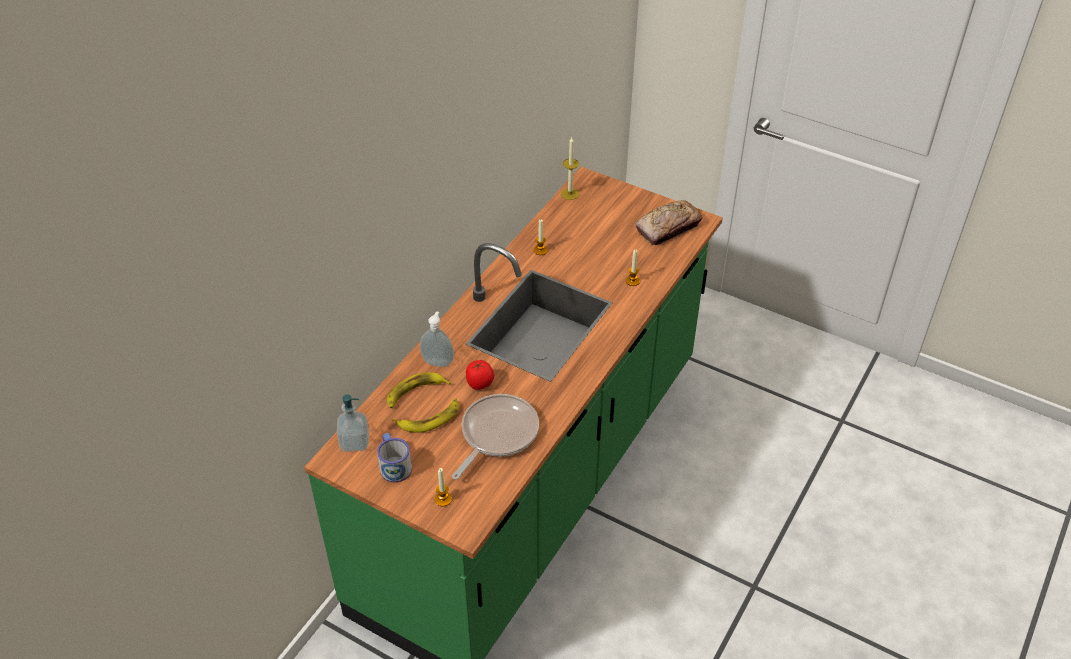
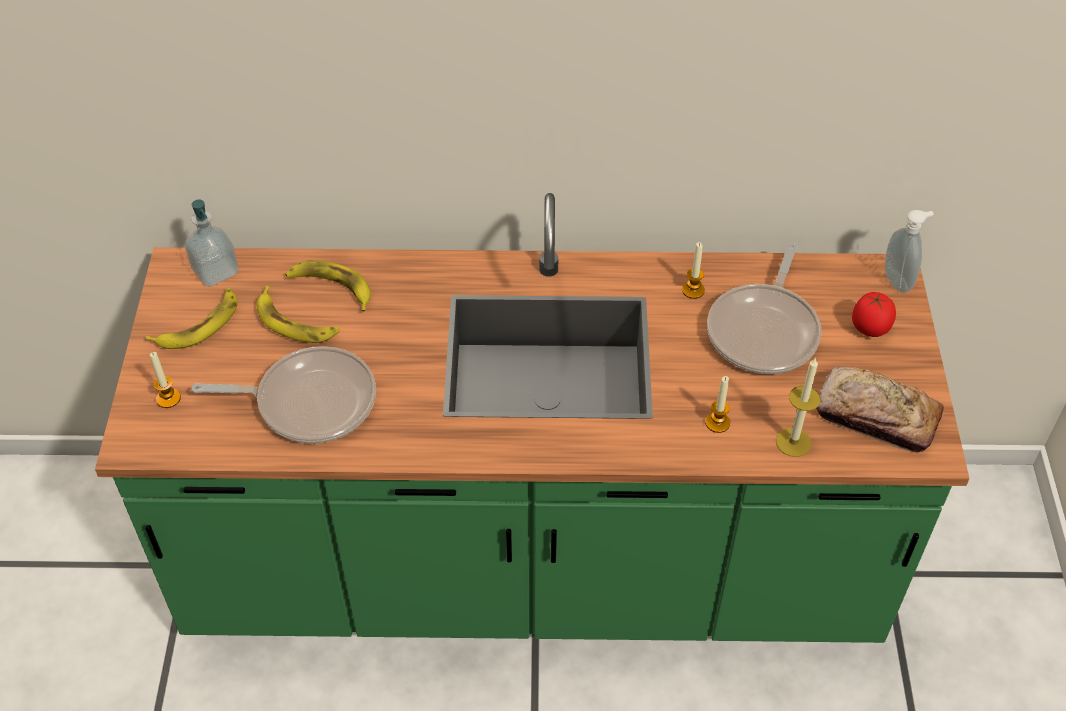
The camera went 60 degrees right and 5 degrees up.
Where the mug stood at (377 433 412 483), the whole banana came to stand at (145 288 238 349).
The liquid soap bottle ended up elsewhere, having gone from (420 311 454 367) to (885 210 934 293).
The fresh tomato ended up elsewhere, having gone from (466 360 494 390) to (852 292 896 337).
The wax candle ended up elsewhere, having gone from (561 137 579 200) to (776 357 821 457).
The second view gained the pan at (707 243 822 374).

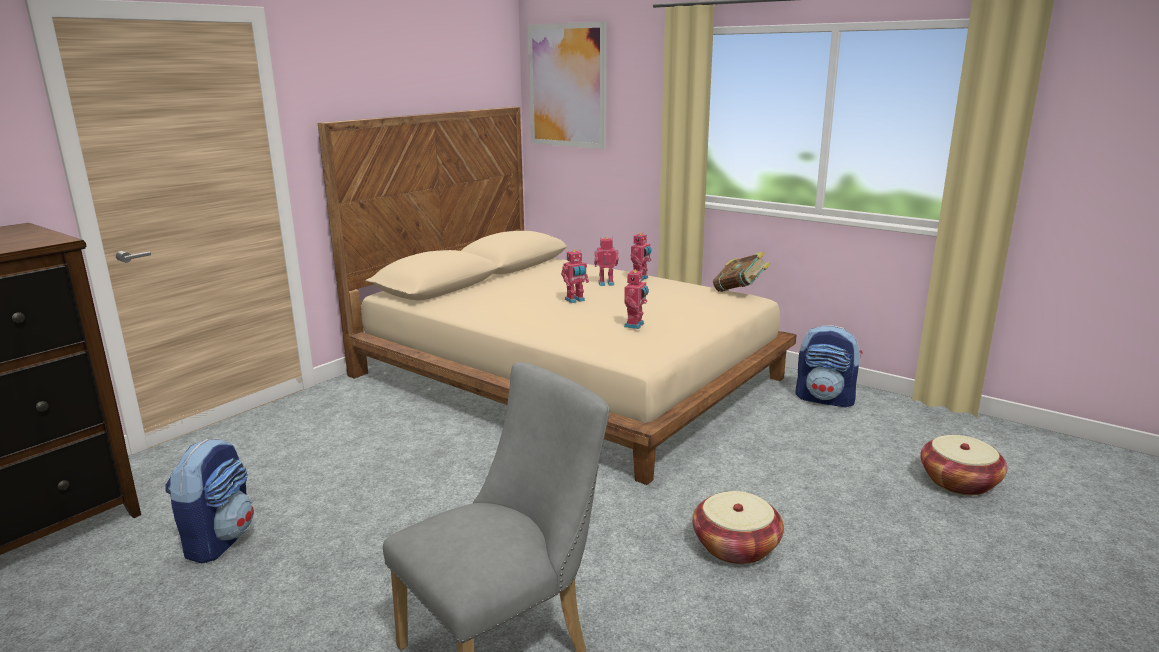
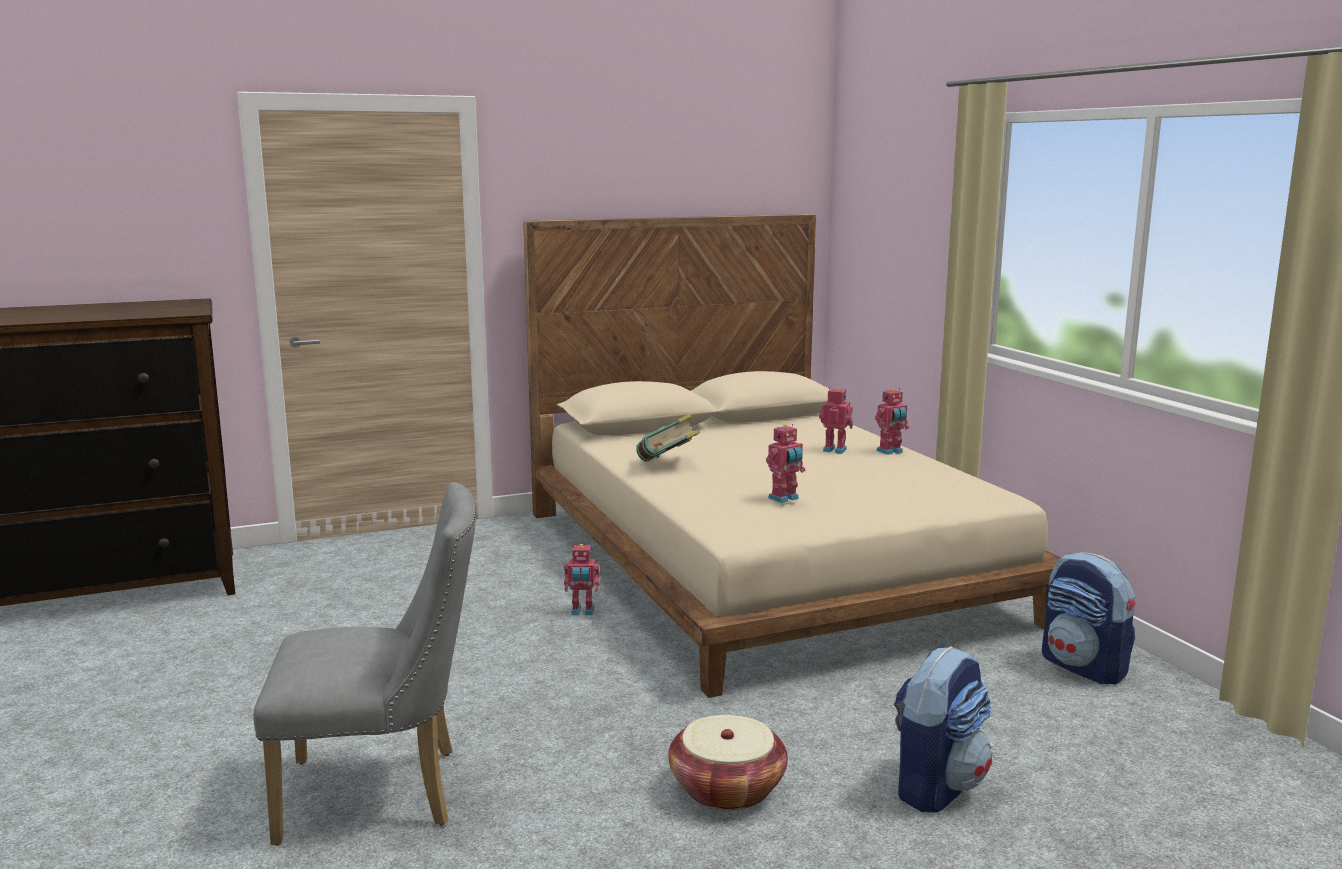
The camera went 30 degrees right and 5 degrees down.
The knapsack ended up elsewhere, having gone from (165 439 254 564) to (893 646 992 812).
The second view lost the wall art at (528 22 607 149).
The toy robot ended up elsewhere, having gone from (561 250 589 303) to (564 544 600 615).
The book ended up elsewhere, having gone from (713 252 770 292) to (636 414 700 461).
The second view lost the basket at (920 435 1007 495).

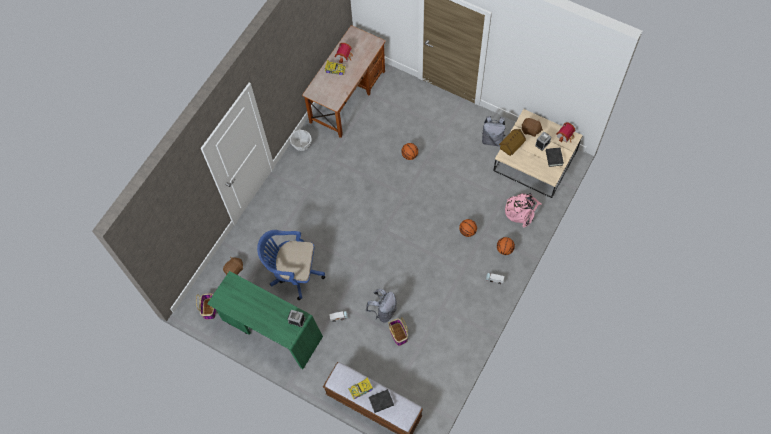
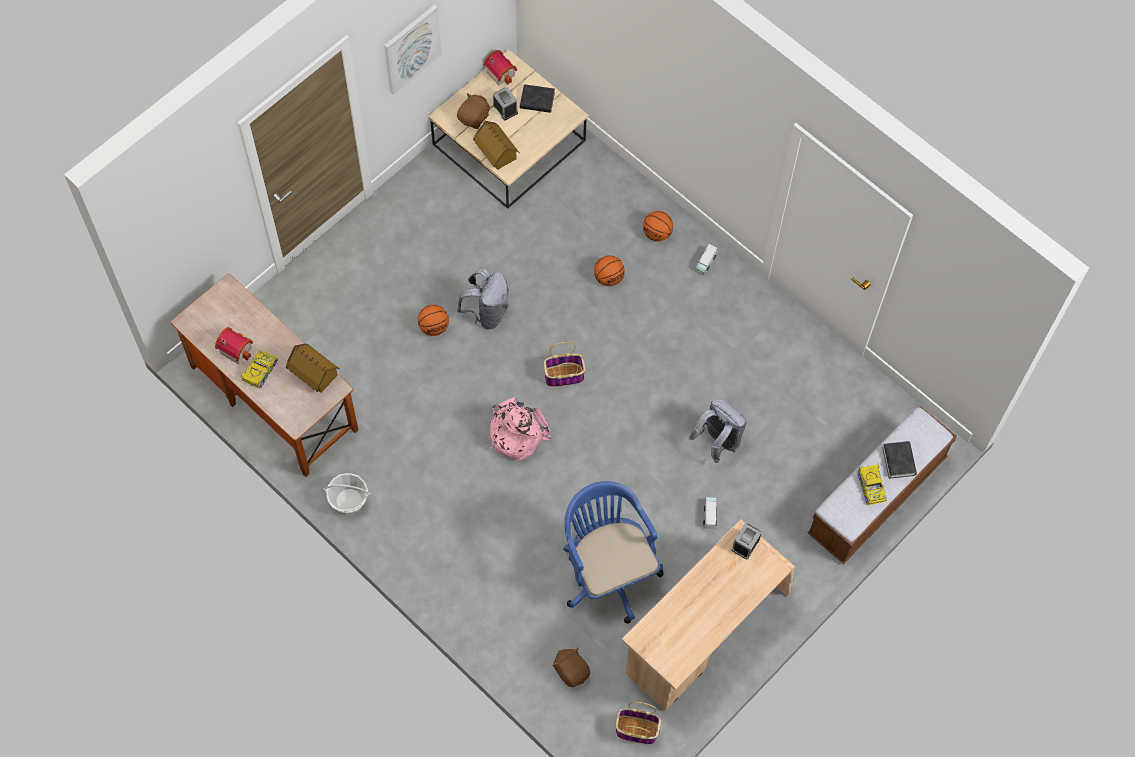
The camera went 80 degrees left and 0 degrees up.
What was the greenish desk unit at (207 271 323 369) turned into the beige desk unit at (622 519 795 711).
The bluish computer chair at (257 230 325 300) ended up facing another way, 135 degrees clockwise from before.
The basket ended up elsewhere, having gone from (388 317 408 346) to (544 342 586 387).
The greyish knapsack ended up elsewhere, having gone from (482 116 506 146) to (457 269 509 330).
The pink-coloured knapsack ended up elsewhere, having gone from (505 193 542 227) to (490 397 551 460).
The second view gained the model house at (286 343 340 393).
The second view gained the wall art at (384 4 442 95).

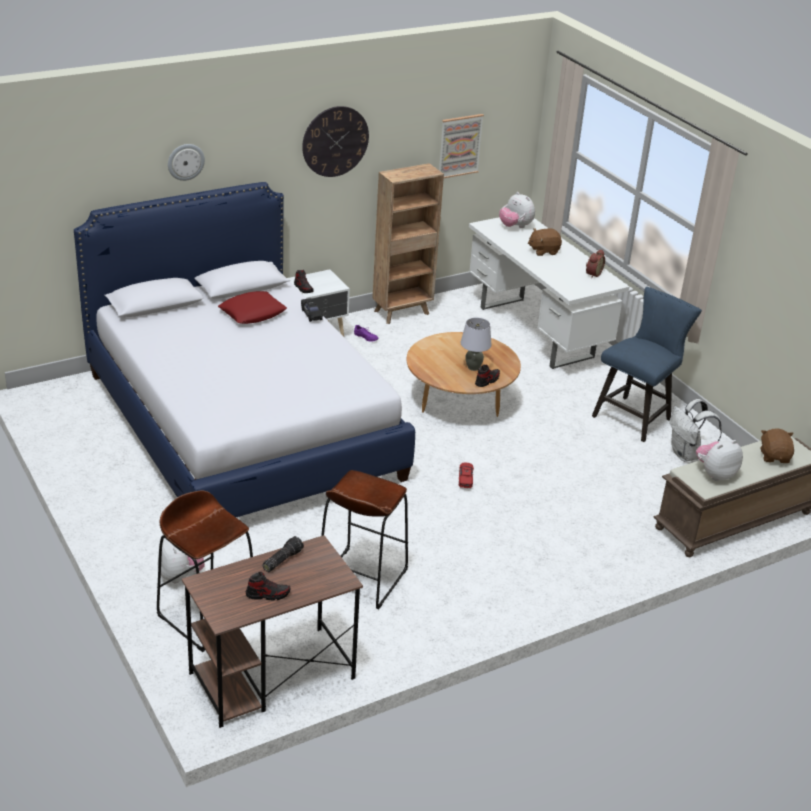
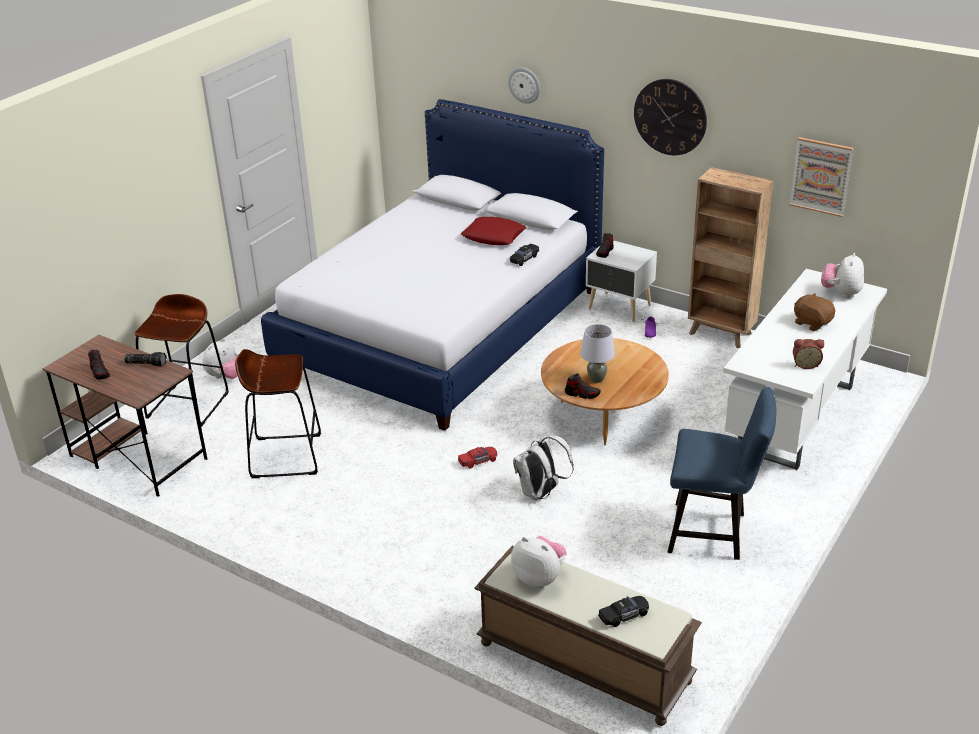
The camera went 65 degrees right and 0 degrees up.
The whitish knapsack ended up elsewhere, having gone from (670 399 722 462) to (513 434 574 501).
Where the brown soft toy stood at (760 429 794 463), the black miniature car came to stand at (598 596 649 627).

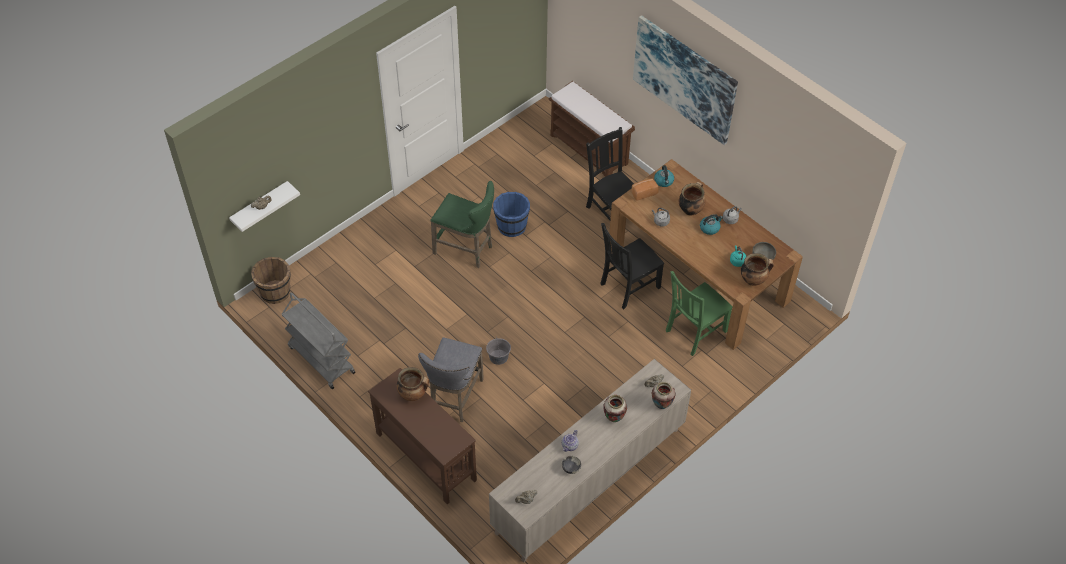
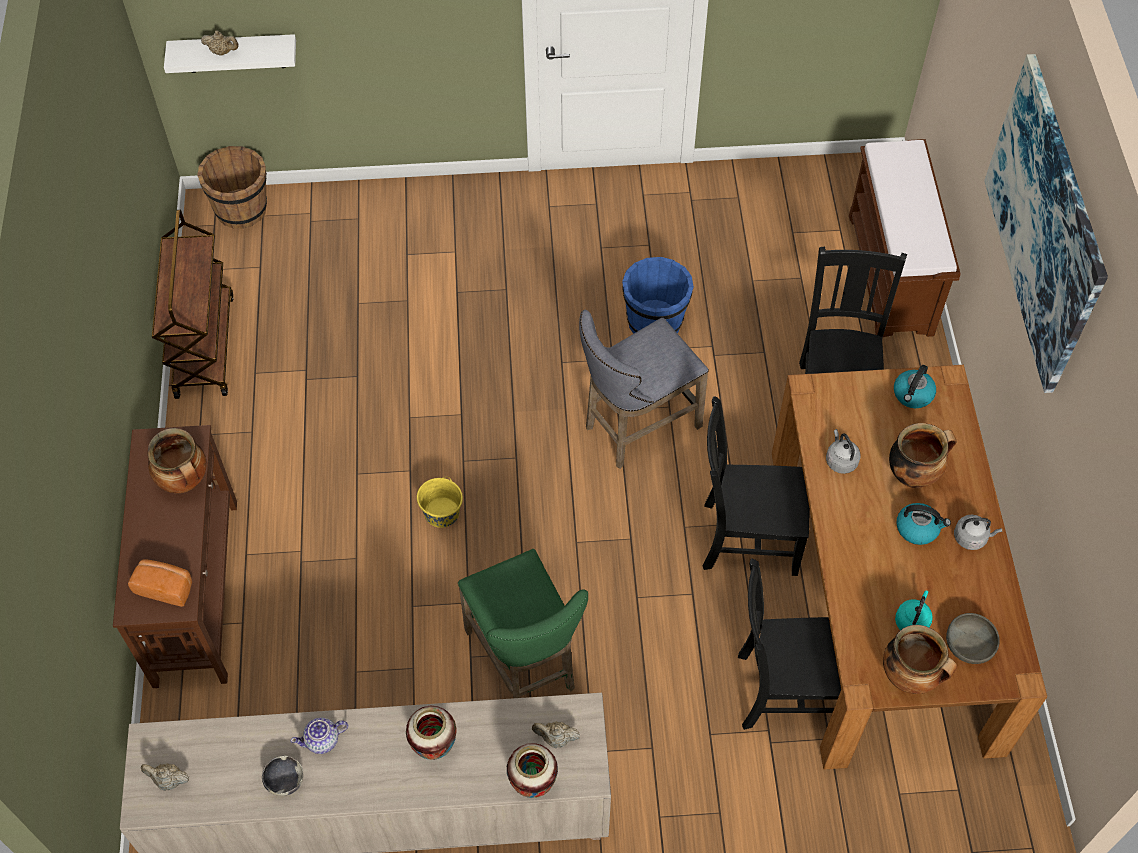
The camera went 40 degrees right and 5 degrees up.
What was the greyish trolley at (282 292 355 389) turned into the brown trolley at (152 210 234 399).
The greyish stool seat ended up elsewhere, having gone from (418 337 484 422) to (579 310 709 469).
The greenish stool seat ended up elsewhere, having gone from (430 181 494 268) to (458 549 588 698).
What was the greyish water bucket at (486 337 511 365) turned into the yellow water bucket at (417 477 463 528).
The bakery bread ended up elsewhere, having gone from (632 178 659 201) to (128 559 192 607).
What was the greenish plain chair at (665 271 733 356) turned into the black plain chair at (738 558 841 730).

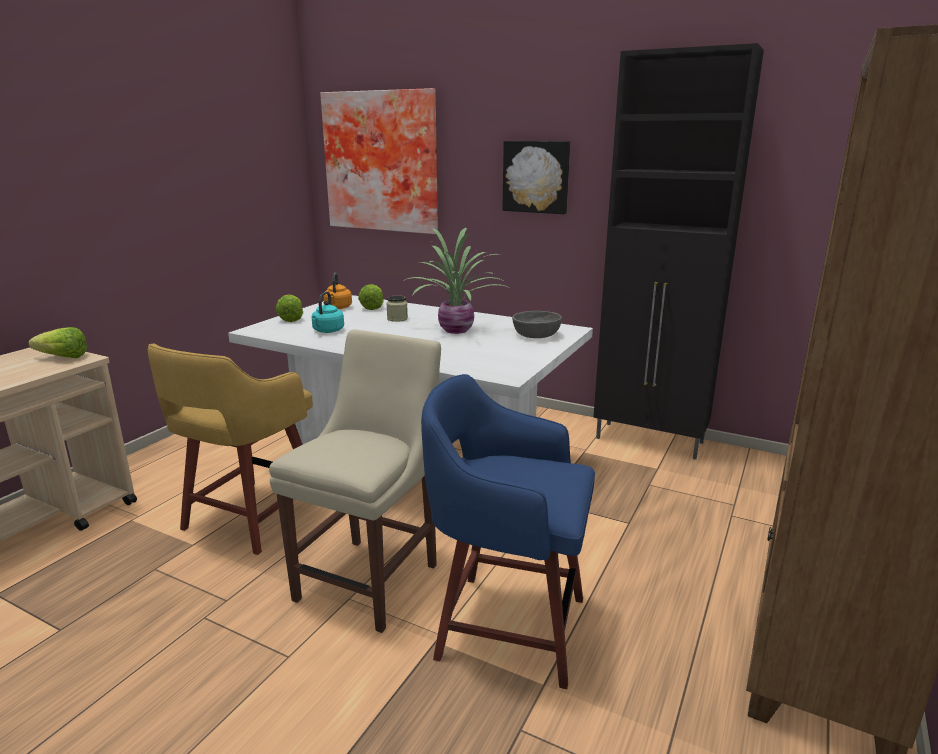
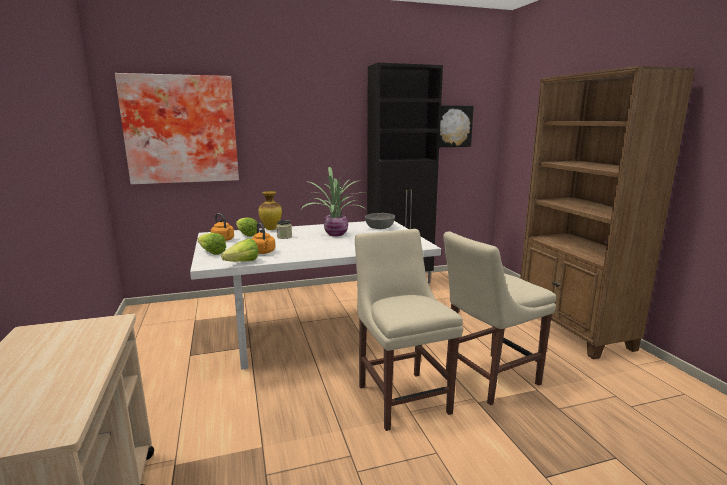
The camera went 45 degrees left and 5 degrees down.
The lettuce head ended up elsewhere, having gone from (29 327 87 358) to (221 238 258 262).
The second view lost the yellow stool seat at (148 344 313 555).
What was the turquoise water kettle at (312 291 344 333) turned into the orangey water kettle at (252 222 275 254).
Where the bluish stool seat stood at (421 374 595 689), the beige plain chair came to stand at (443 231 556 405).
The wall art ended up elsewhere, having gone from (502 141 570 214) to (439 105 474 147).
The second view gained the vase at (259 191 282 230).

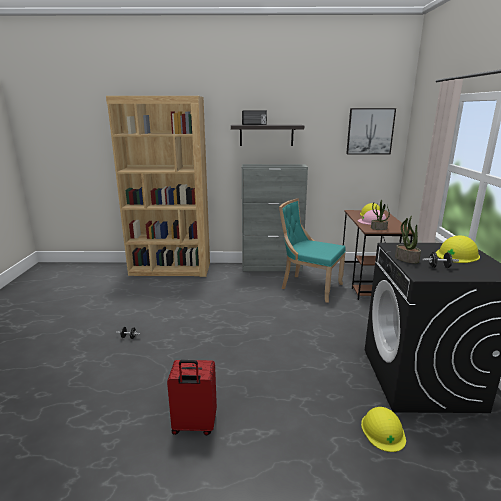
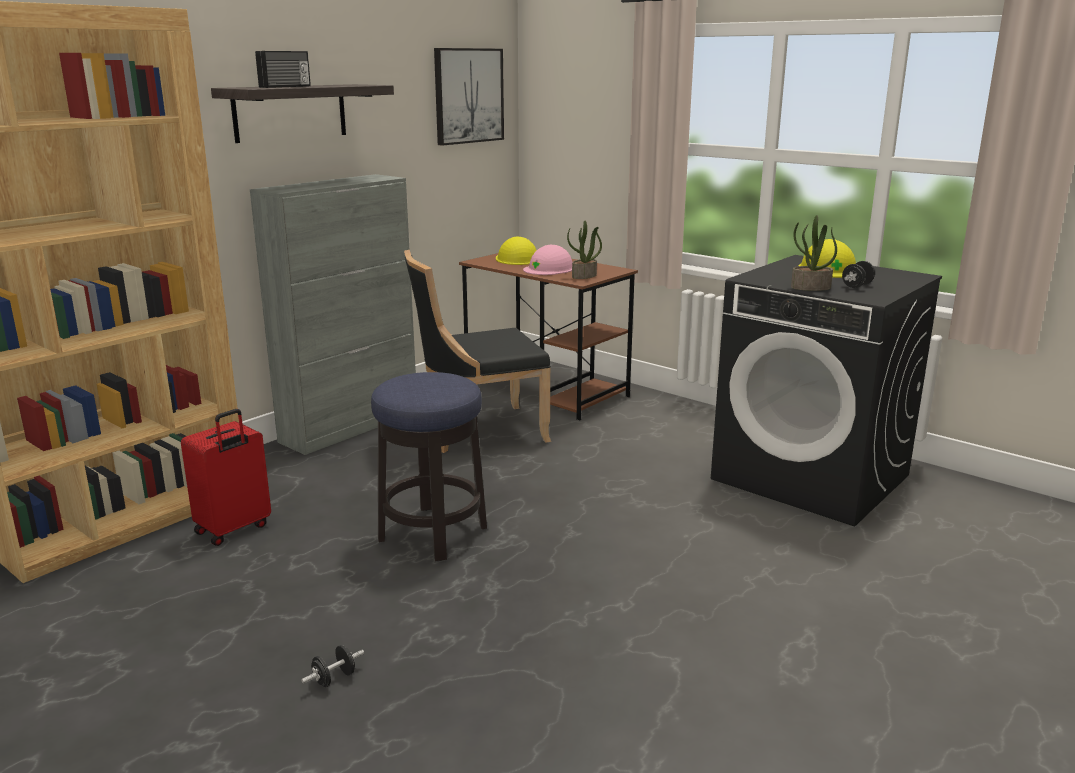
The camera went 50 degrees left and 0 degrees up.
The reddish suitcase ended up elsewhere, having gone from (167 360 217 435) to (181 409 271 546).
What was the turquoise plain chair at (279 198 346 303) turned into the black plain chair at (404 250 551 453).
The second view lost the yellow safety helmet at (361 407 406 452).
The second view gained the stool seat at (371 372 487 561).

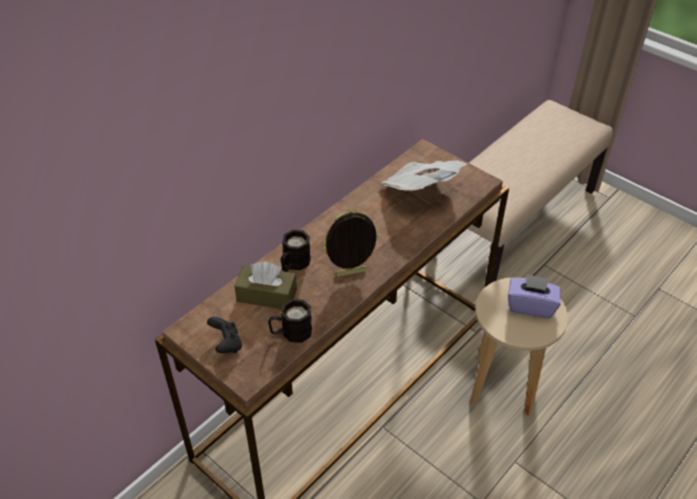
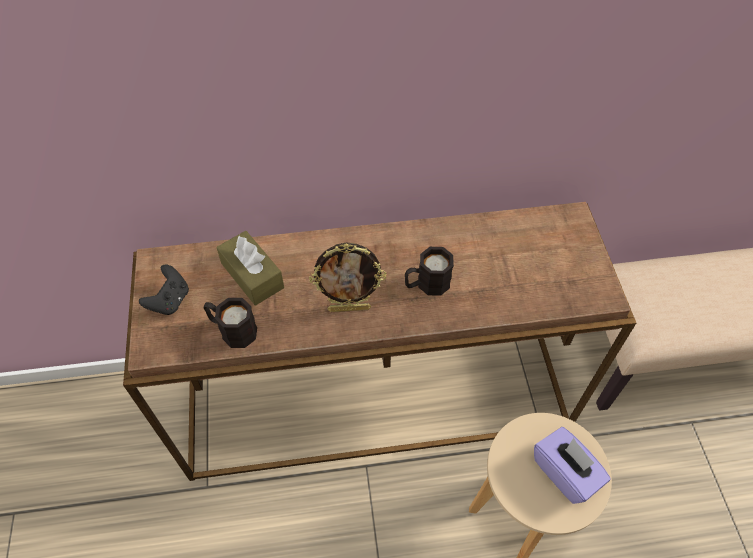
The camera went 40 degrees right and 10 degrees up.
The black mug ended up elsewhere, having gone from (281 230 311 272) to (405 247 454 296).
The standing frame at (321 208 379 277) ended up facing another way, 150 degrees clockwise from before.
The second view lost the daily paper at (381 160 467 191).

